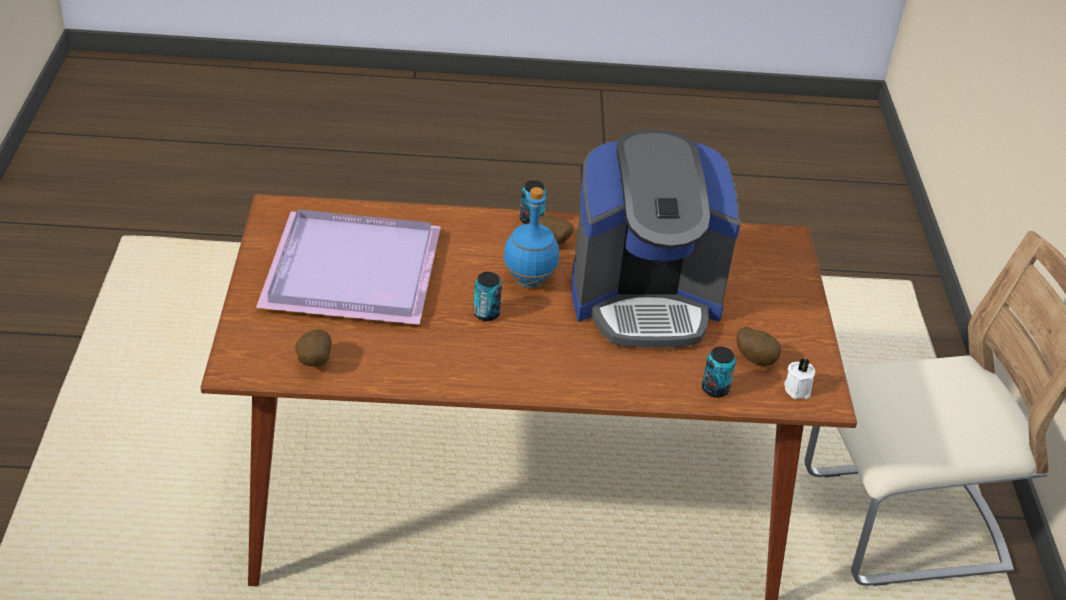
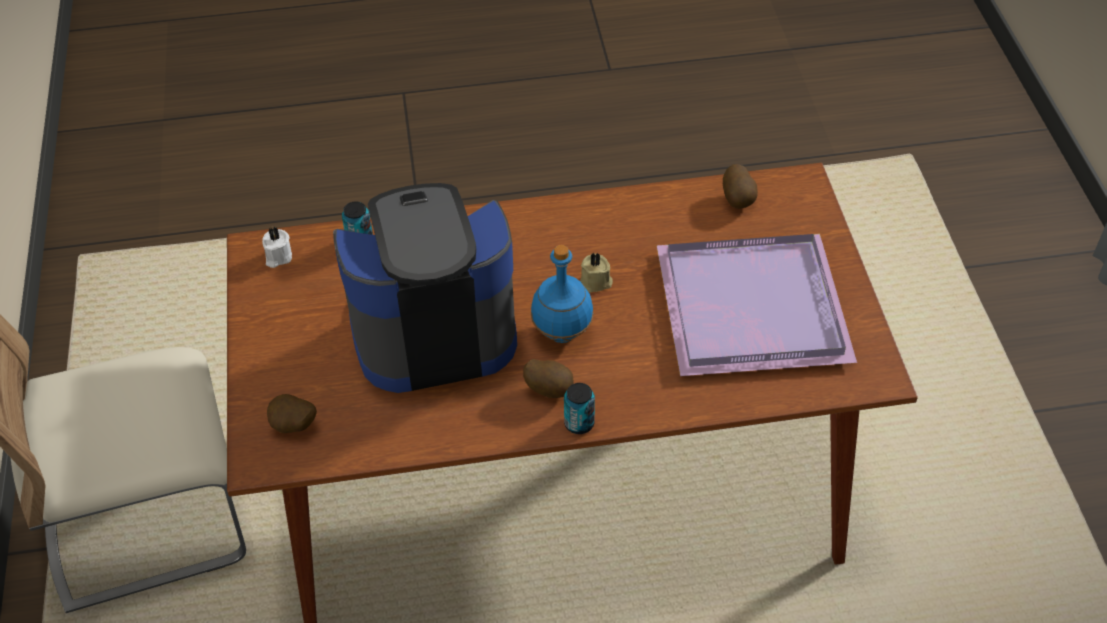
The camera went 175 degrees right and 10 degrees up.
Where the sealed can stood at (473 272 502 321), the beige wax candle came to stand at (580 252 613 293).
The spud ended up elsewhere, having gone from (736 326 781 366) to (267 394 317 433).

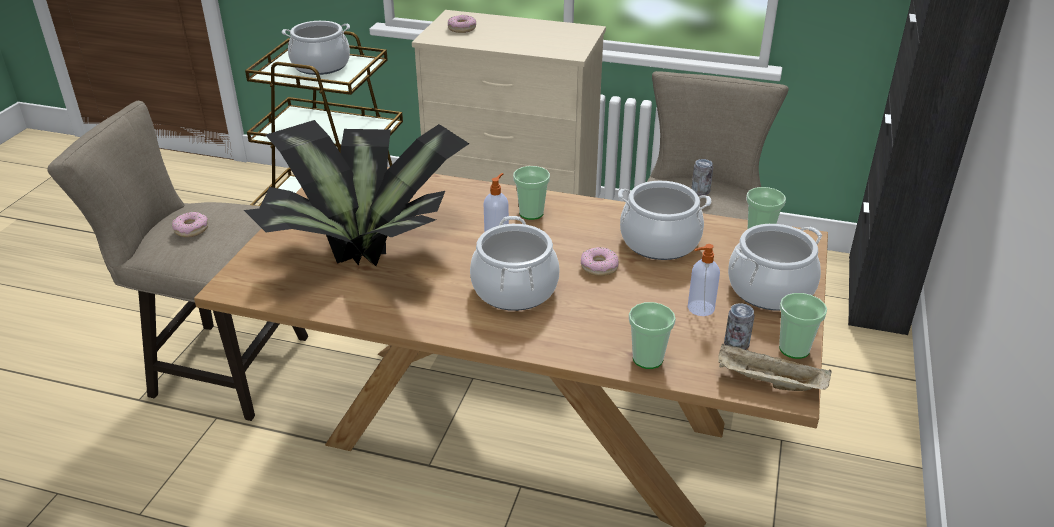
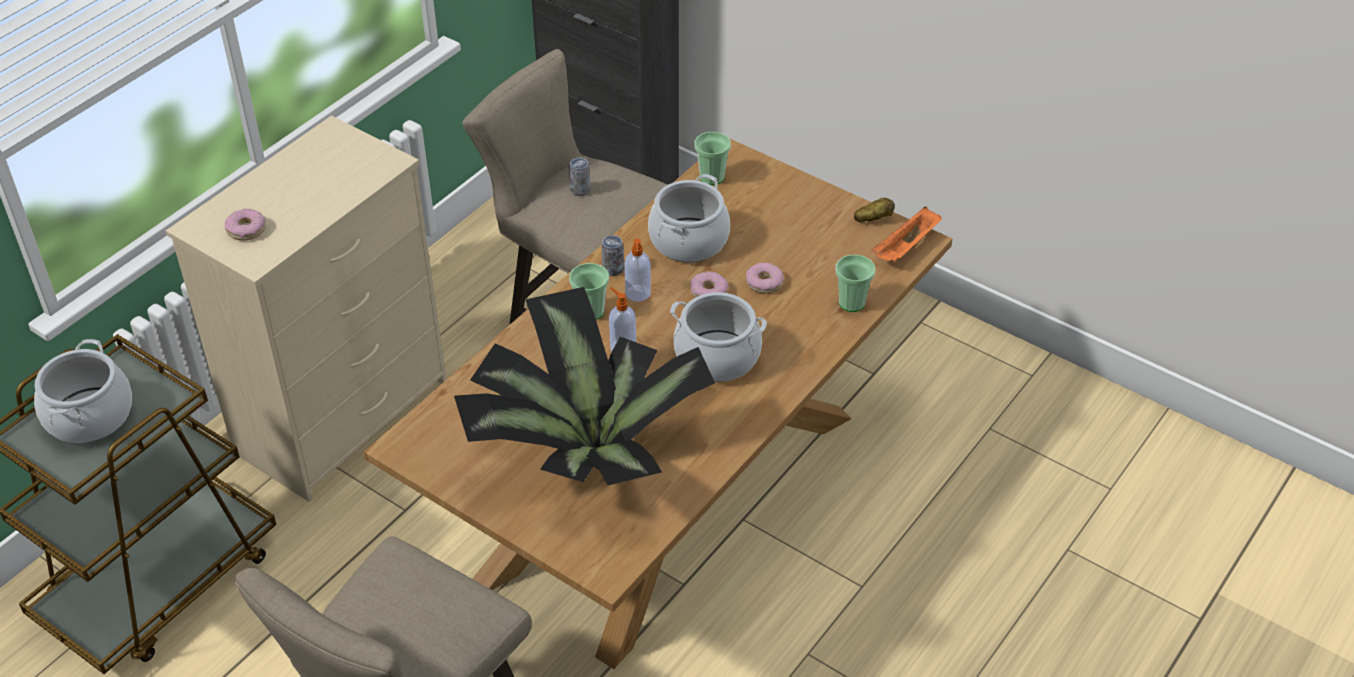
The camera went 70 degrees left and 10 degrees up.
The ring doughnut ended up elsewhere, having gone from (172 212 208 237) to (746 262 784 293).
The liquid soap bottle ended up elsewhere, having gone from (688 244 720 316) to (625 239 651 302).
What was the beige tray at (718 344 832 391) turned into the orangey tray at (871 207 942 262).
The sealed can ended up elsewhere, having gone from (724 303 754 350) to (601 235 624 276).
The second view lost the stockpot at (728 224 822 311).
Where the cup stood at (779 293 827 359), the spud came to stand at (854 198 895 222).

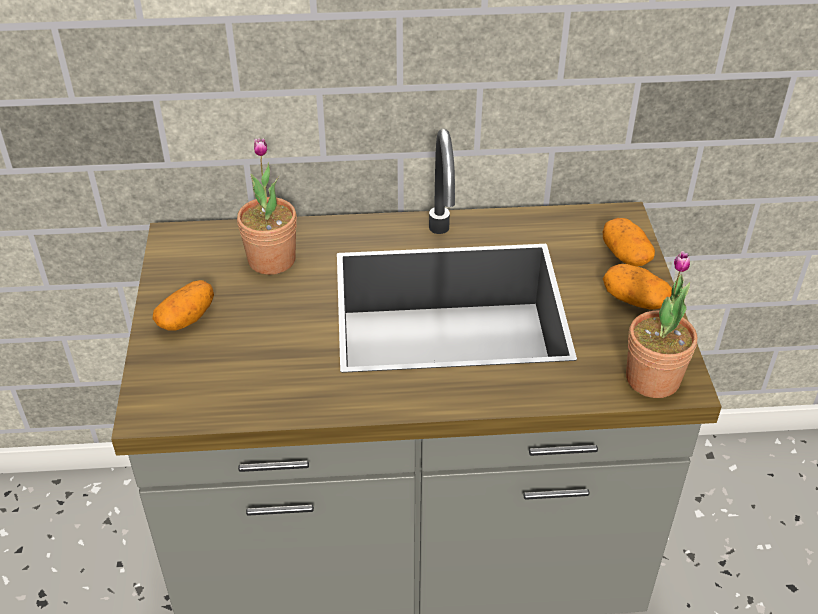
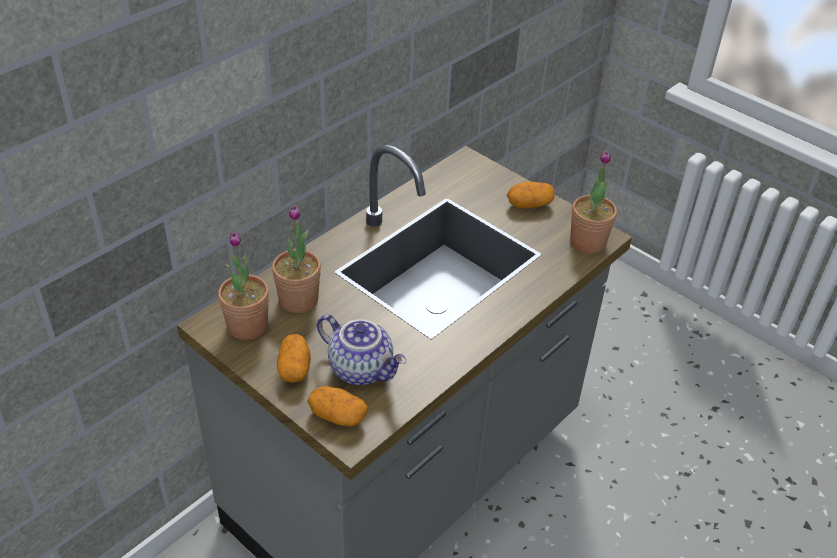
The camera went 45 degrees left and 0 degrees up.
The spud ended up elsewhere, having gone from (603 218 655 266) to (307 386 368 426).
The second view gained the houseplant at (218 232 269 340).
The second view gained the teapot at (317 314 406 385).

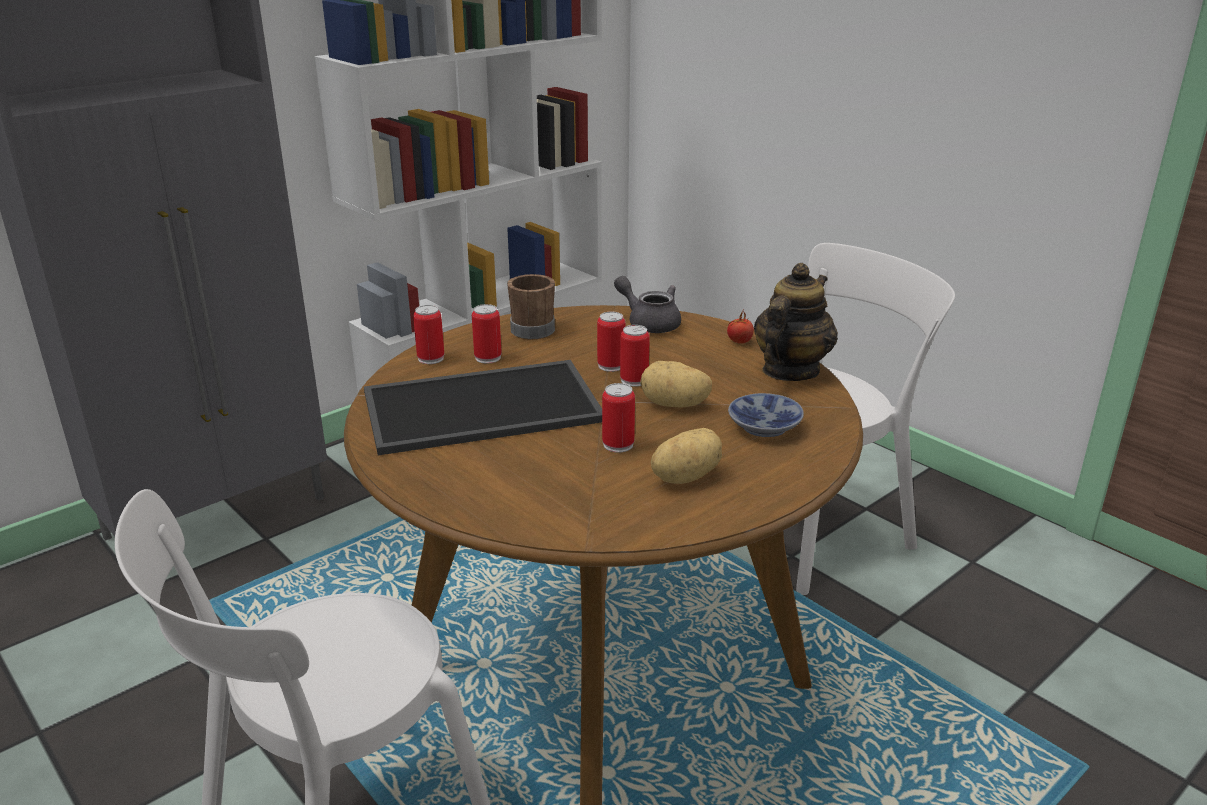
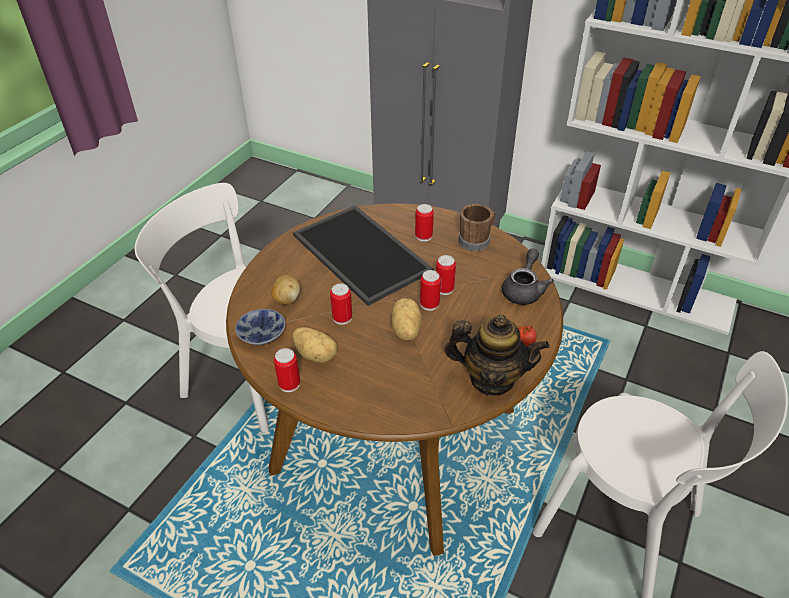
The camera went 70 degrees right and 15 degrees up.
The sealed can ended up elsewhere, having gone from (413 305 444 364) to (274 348 300 392).
The serving bowl ended up elsewhere, having gone from (728 393 804 437) to (235 309 285 345).
The second view gained the spud at (271 275 300 305).

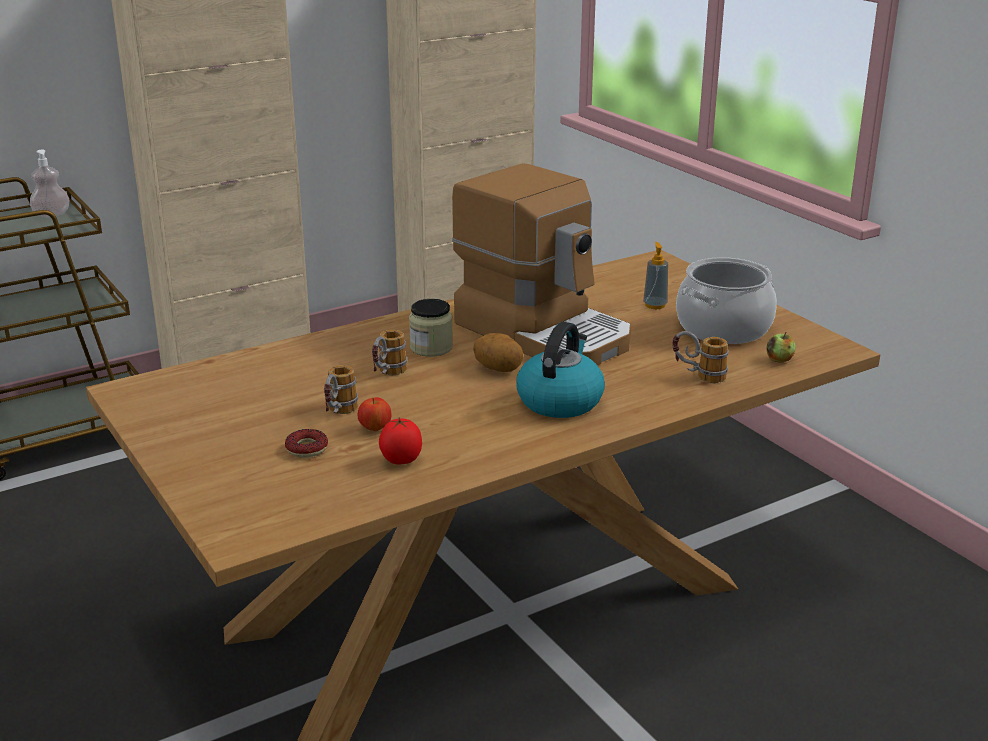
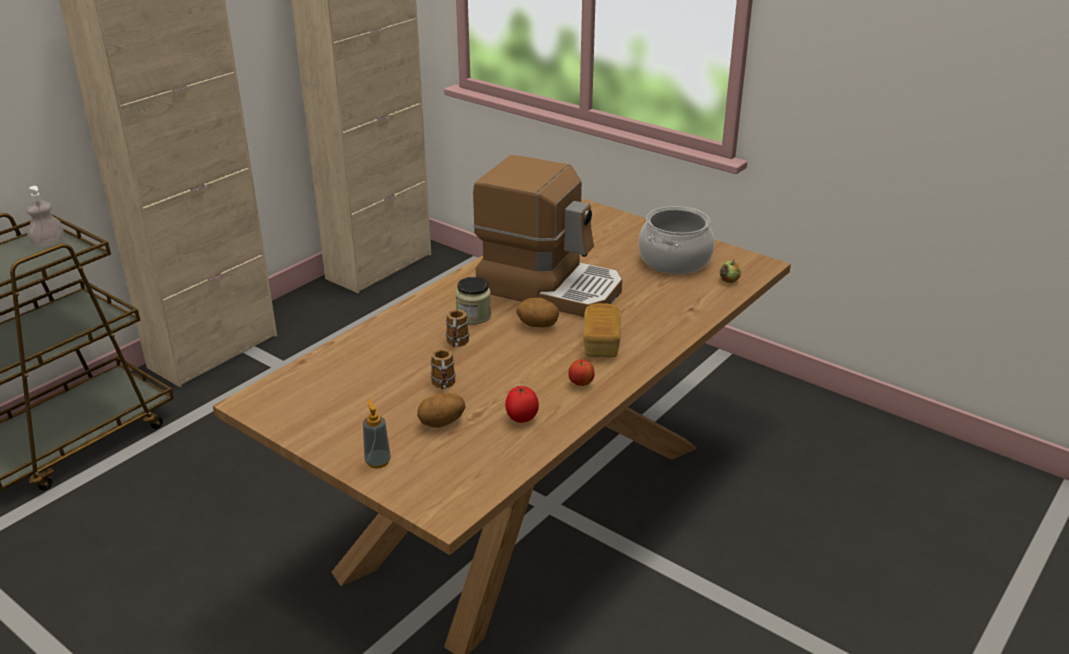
The camera went 20 degrees left and 5 degrees up.
Where the ring doughnut stood at (285 429 328 458), the spud came to stand at (417 393 466 428).
The apple fruit ended up elsewhere, having gone from (358 397 392 431) to (568 359 594 386).
Where the water kettle stood at (516 322 605 418), the bakery bread came to stand at (583 303 621 357).
The liquid soap bottle ended up elsewhere, having gone from (643 242 668 309) to (363 399 391 469).
The second view lost the mug at (672 331 729 383).

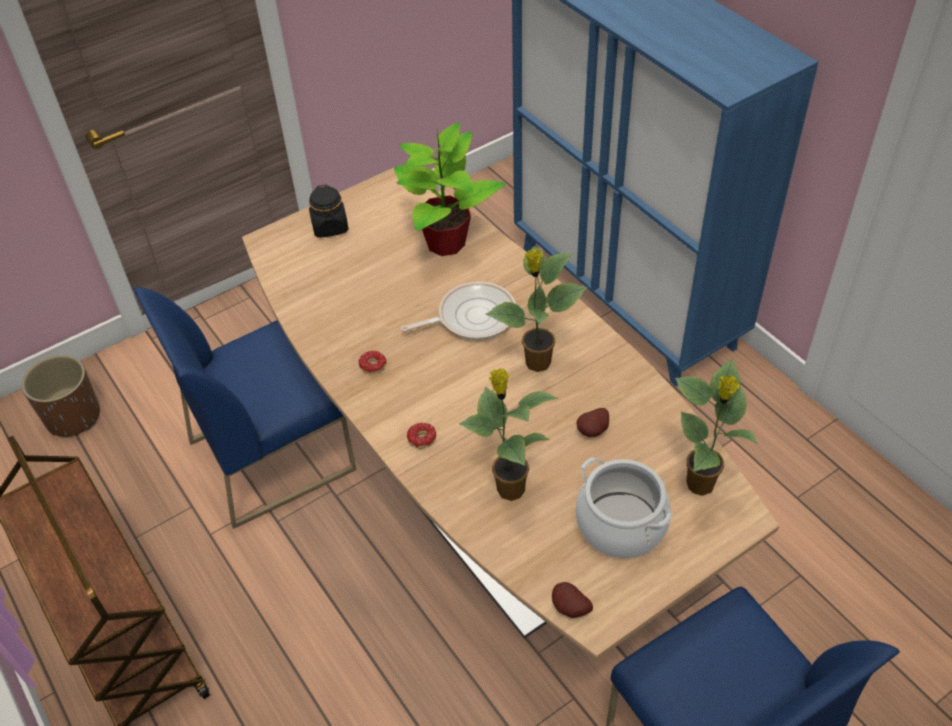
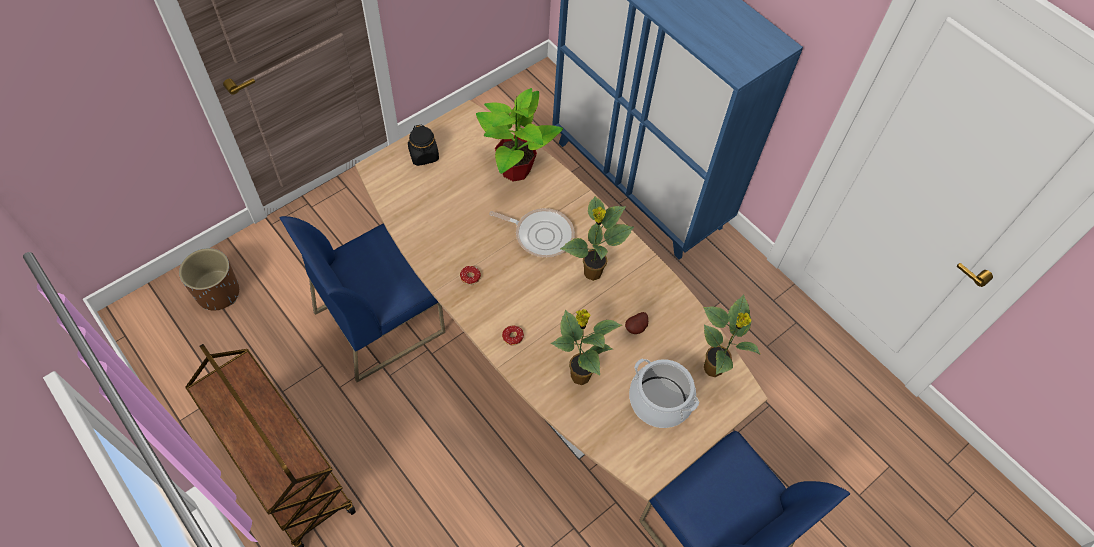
The camera went 10 degrees left and 10 degrees up.
The pan at (401 281 516 340) ended up facing another way, 45 degrees clockwise from before.
The second view lost the spud at (552 582 593 618).

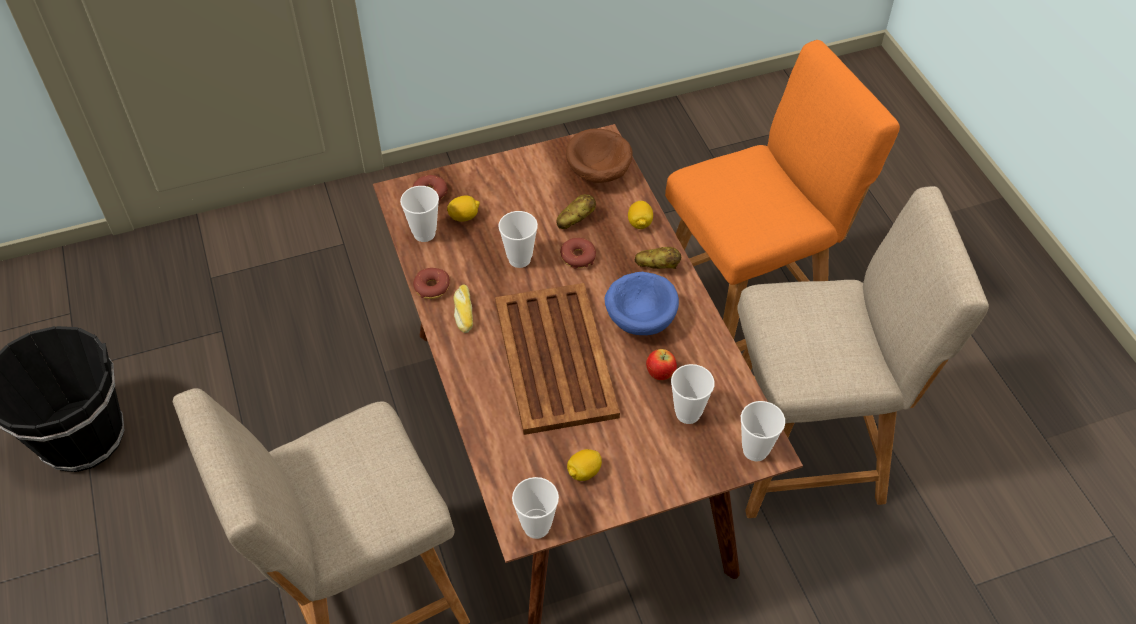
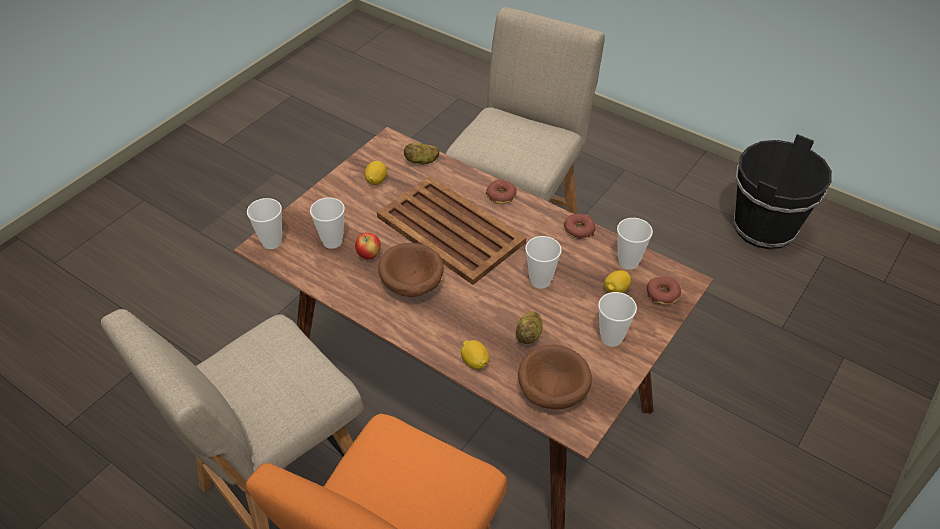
The camera went 145 degrees right and 5 degrees down.
The second view lost the bakery bread at (453 285 473 333).
The cup ended up elsewhere, having gone from (512 477 559 539) to (598 292 637 347).
The ring doughnut ended up elsewhere, having gone from (560 238 596 268) to (486 179 517 204).
What was the bluish serving bowl at (605 272 679 335) turned into the brown serving bowl at (378 243 444 297).
The spud ended up elsewhere, having gone from (635 247 681 269) to (404 143 439 165).

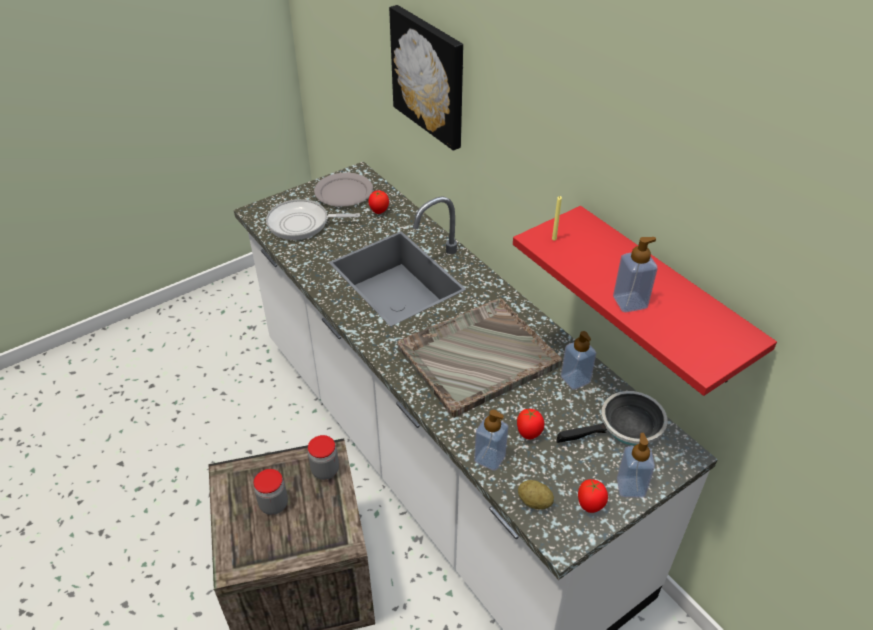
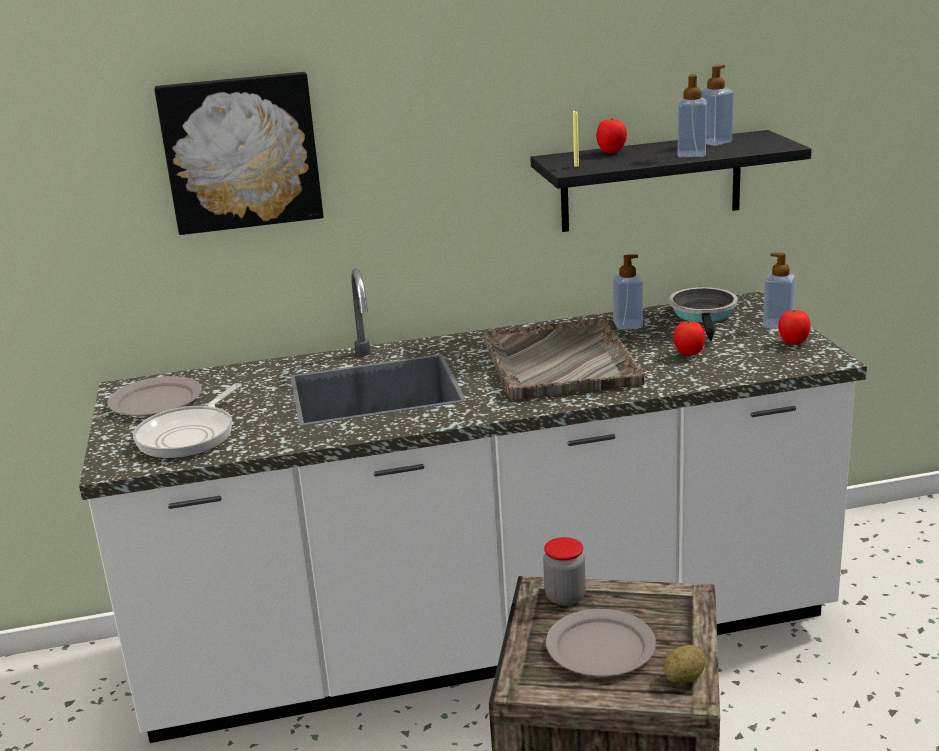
The camera went 65 degrees left and 20 degrees down.
Where the storage jar stood at (254 469 288 515), the greyish dinner plate came to stand at (546 609 656 676).
The fresh tomato ended up elsewhere, having gone from (368 190 389 214) to (596 118 627 154).
The liquid soap bottle ended up elsewhere, having gone from (474 410 508 471) to (701 65 734 146).
What was the reddish bracket shelf at (513 206 777 396) turned into the black bracket shelf at (530 130 812 232).
The spud ended up elsewhere, having gone from (518 480 554 510) to (664 645 705 684).

